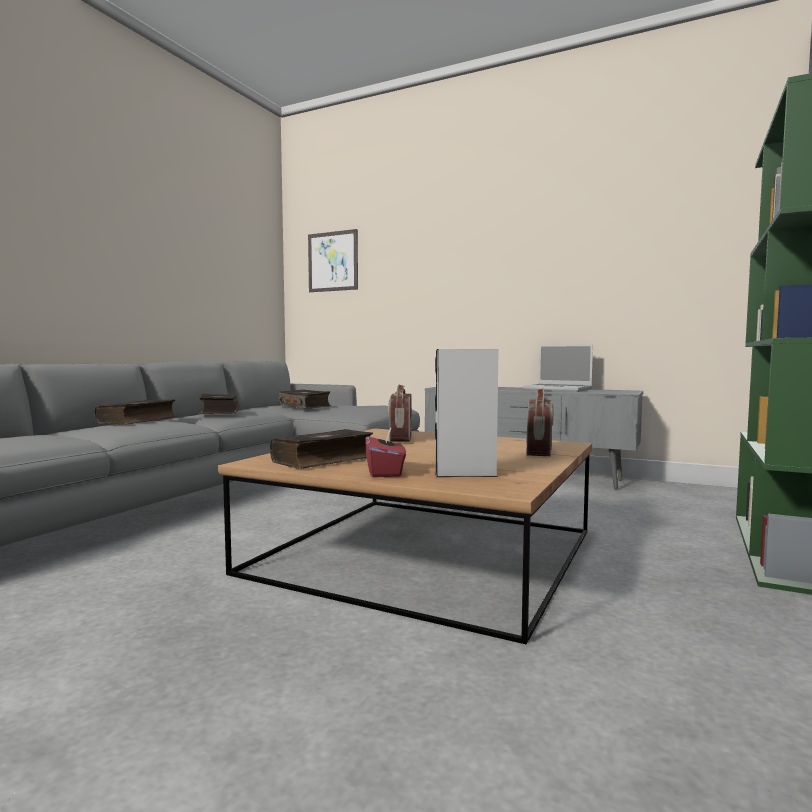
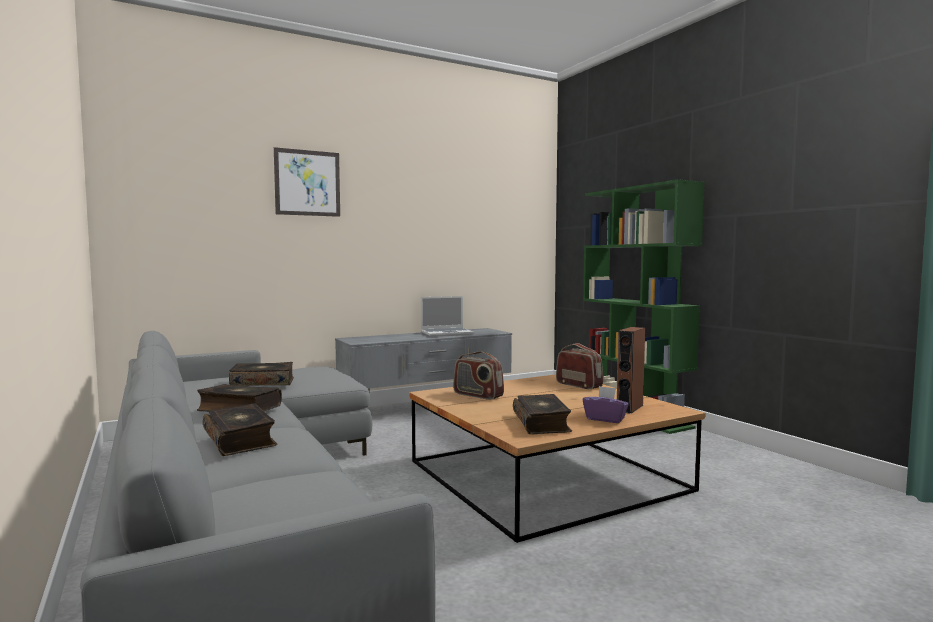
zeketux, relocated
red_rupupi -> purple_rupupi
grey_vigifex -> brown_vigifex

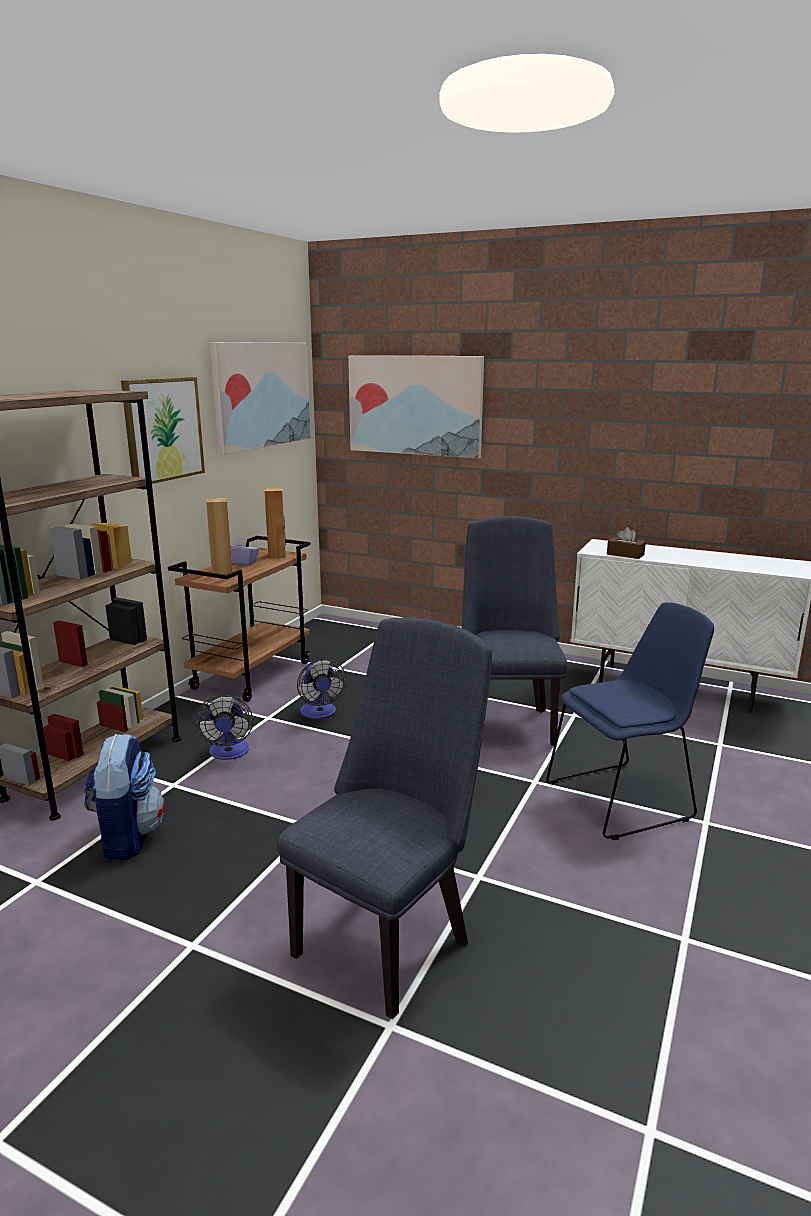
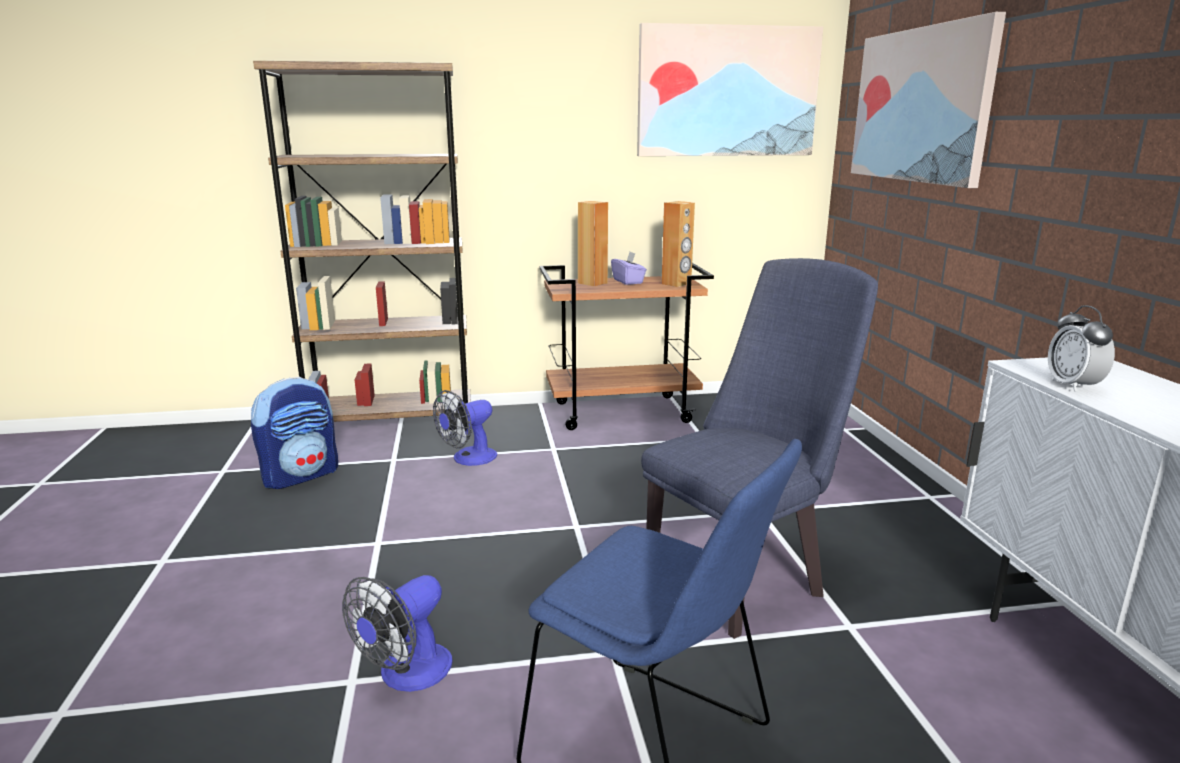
zeketux (no. 1 from left) -> none
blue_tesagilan (no. 1 from left) -> none
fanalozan (no. 2 from left in the first image) -> fanalozan (no. 1 from left), relocated
brown_rupupi -> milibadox

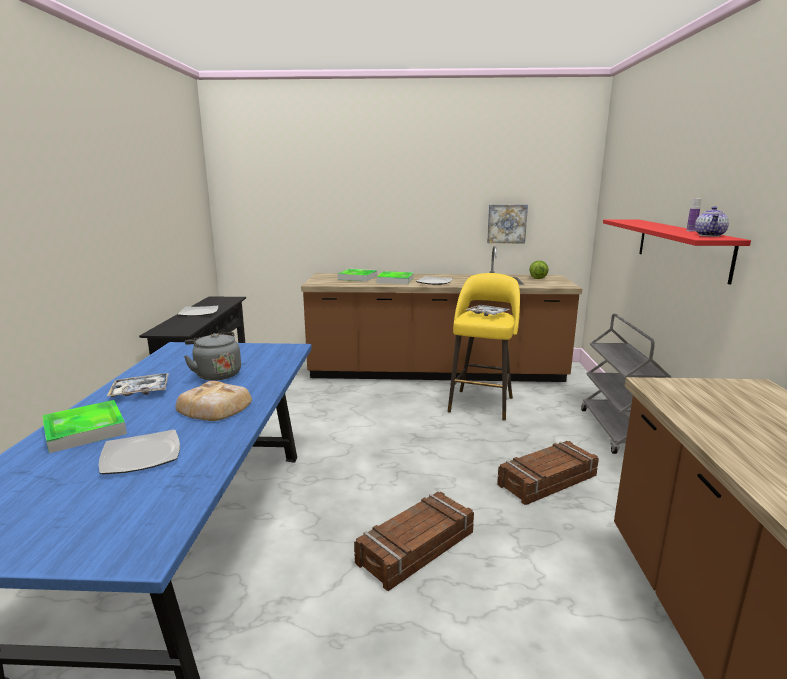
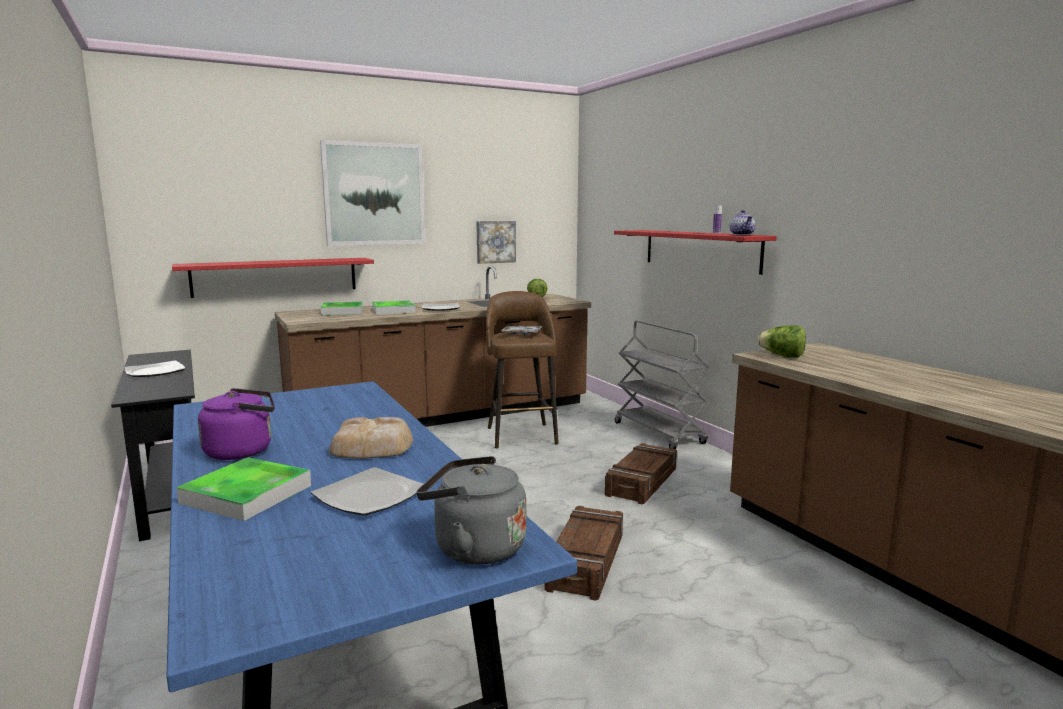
none -> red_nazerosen (no. 1 from left)
none -> zeketux (no. 1 from left)
none -> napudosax (no. 2 from left)
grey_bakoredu, relocated
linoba (no. 2 from left) -> purple_bakoredu
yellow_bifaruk -> brown_bifaruk

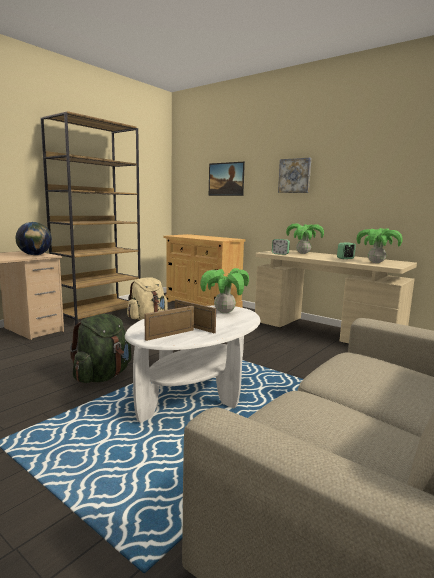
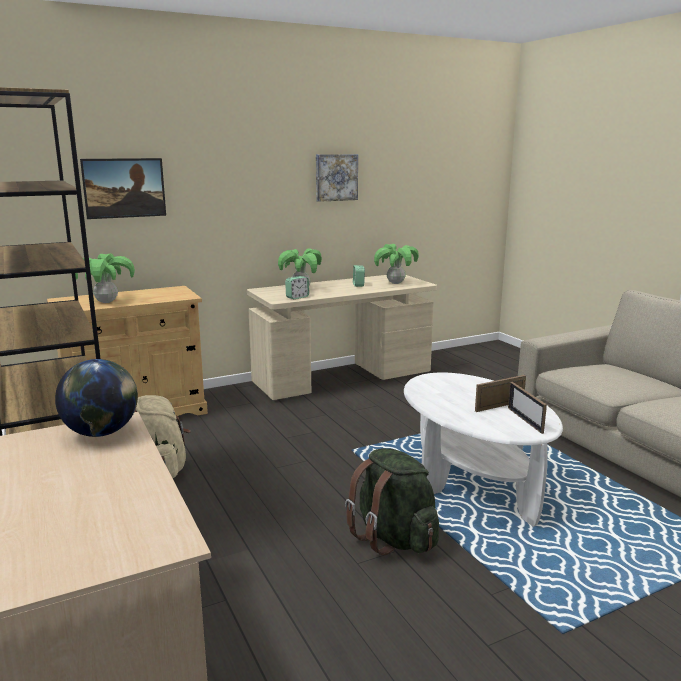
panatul (no. 1 from left), relocated
zeketux (no. 2 from left), relocated

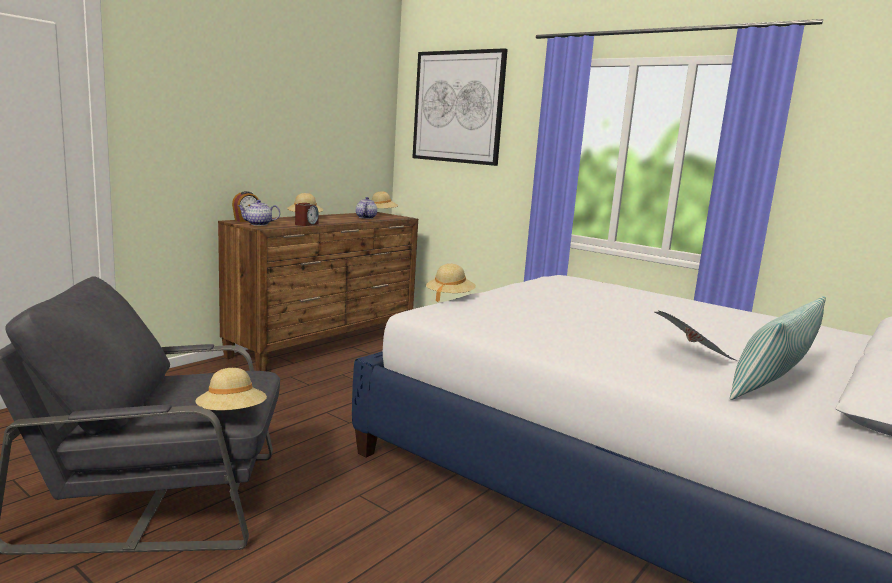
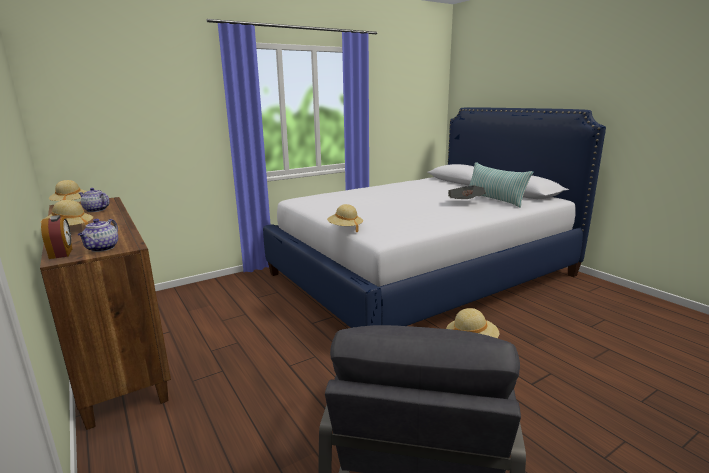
milibadox (no. 2 from left) -> none
zeketux -> none

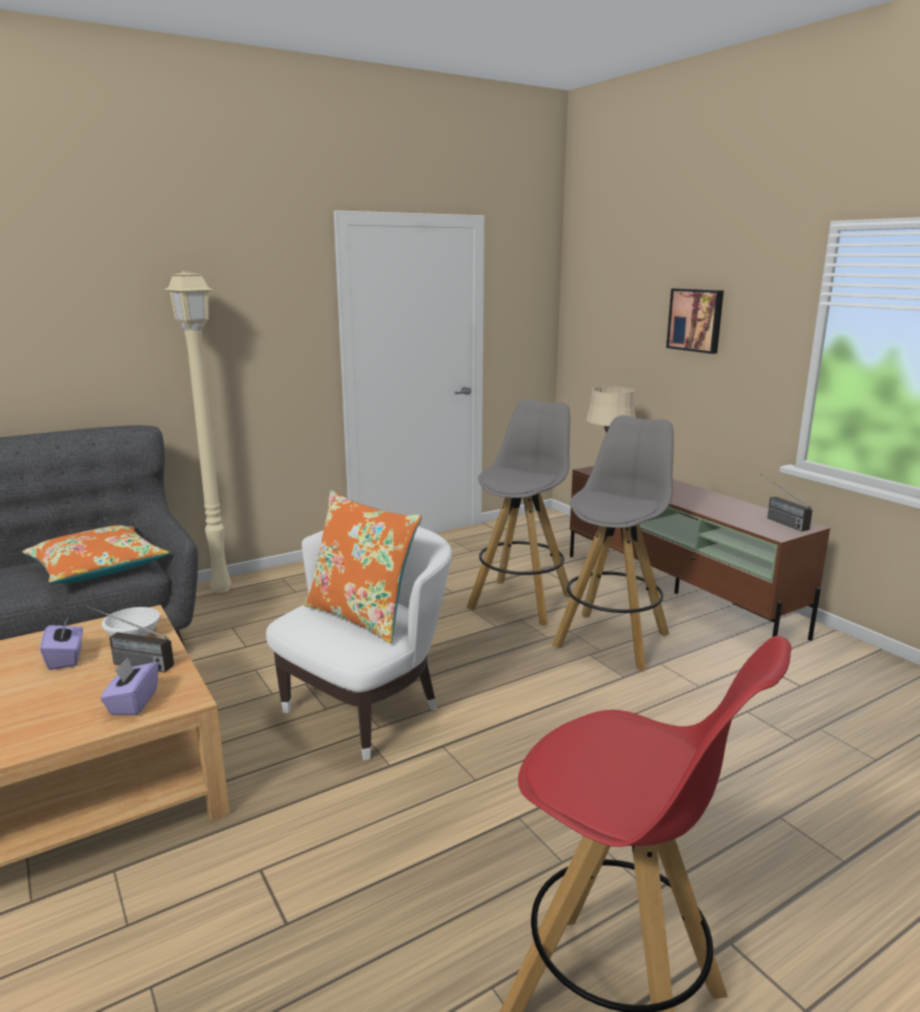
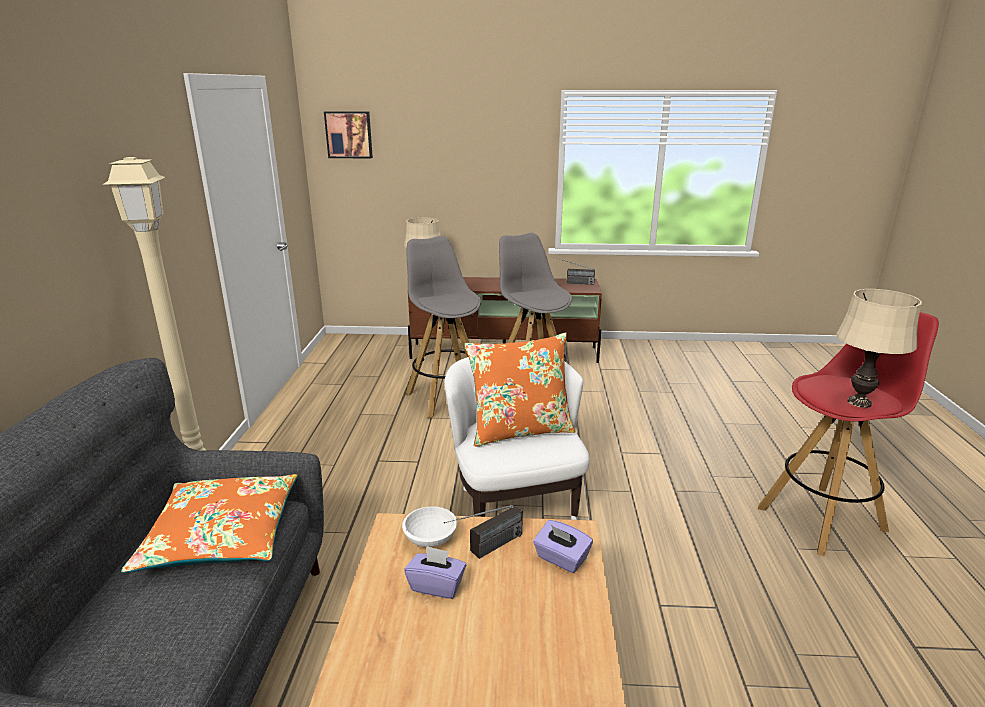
none -> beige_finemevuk (no. 2 from left)
zeketux, relocated

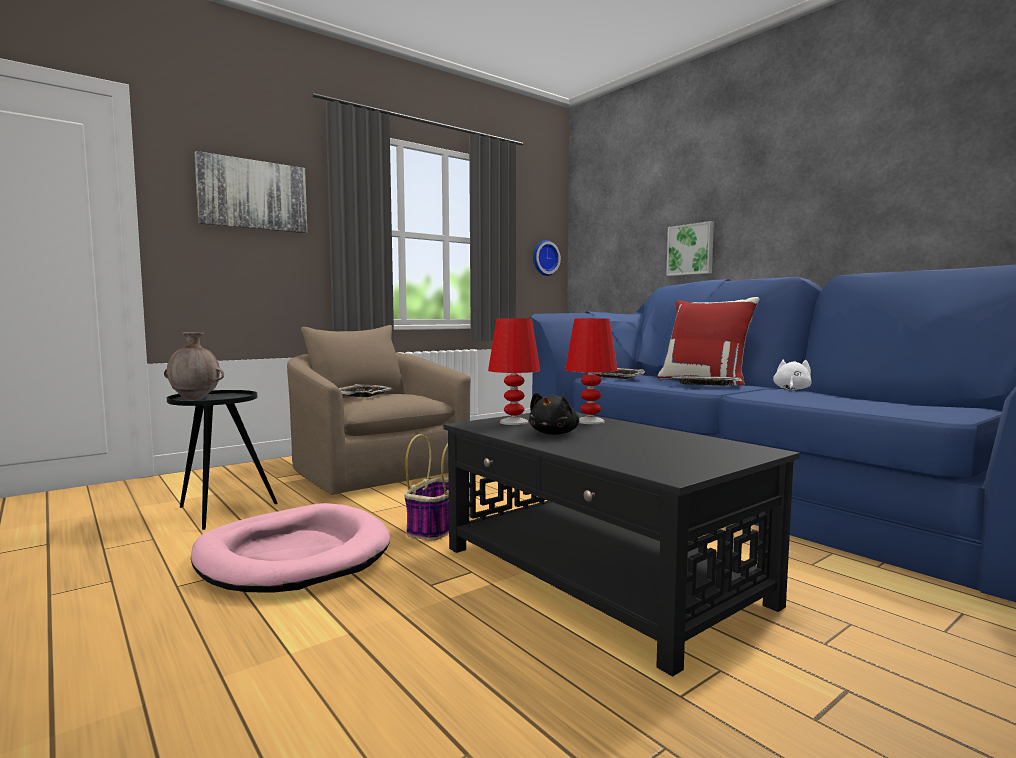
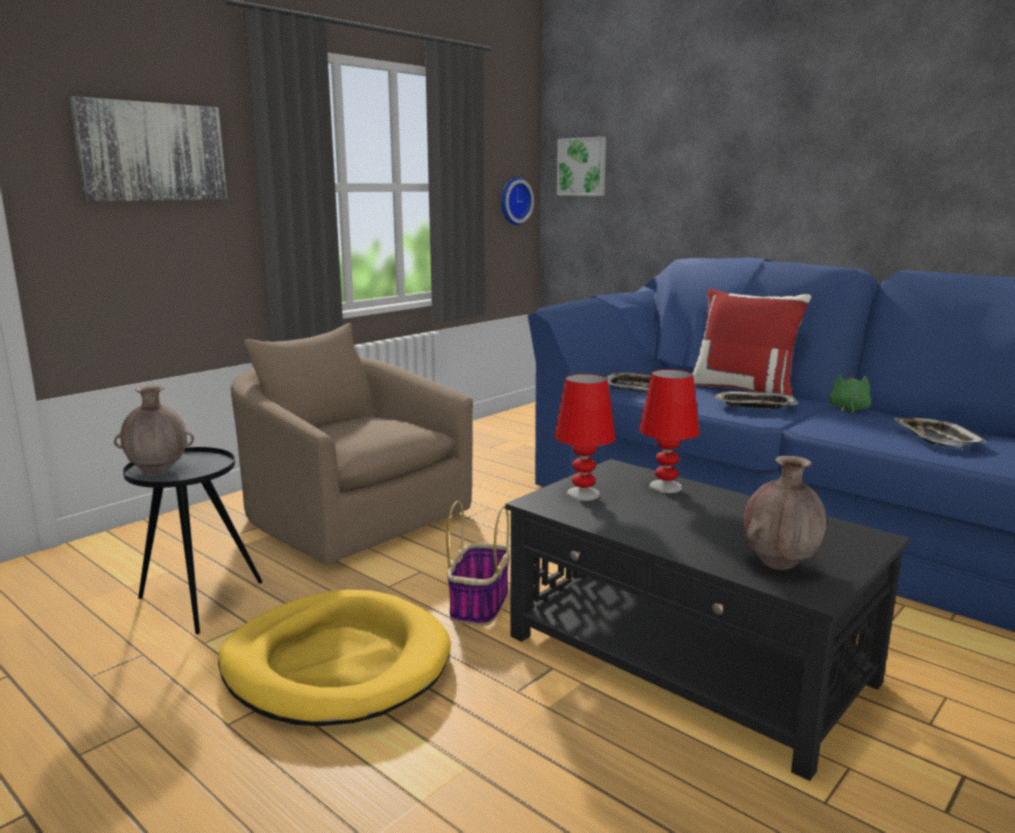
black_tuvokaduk -> none
none -> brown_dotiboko (no. 2 from left)
linoba (no. 1 from left in the first image) -> linoba (no. 3 from left), relocated
zeketux (no. 2 from left), relocated
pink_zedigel -> yellow_zedigel
white_tuvokaduk -> green_tuvokaduk

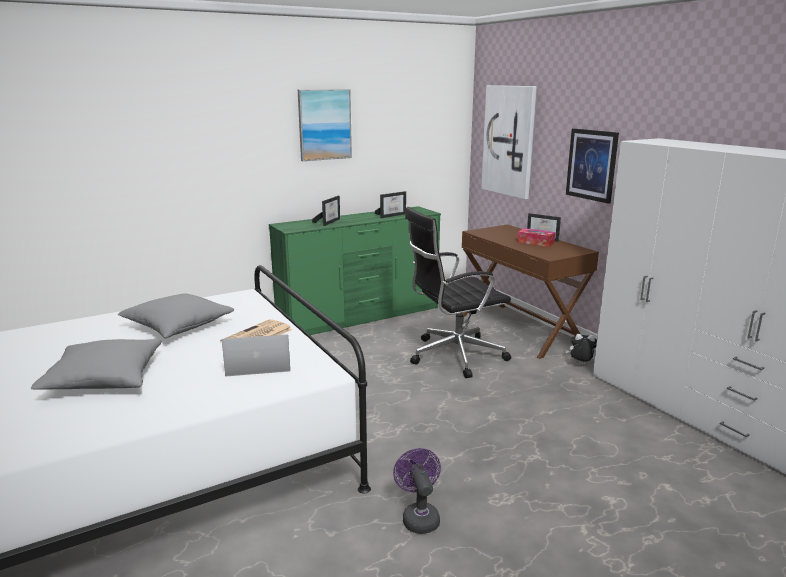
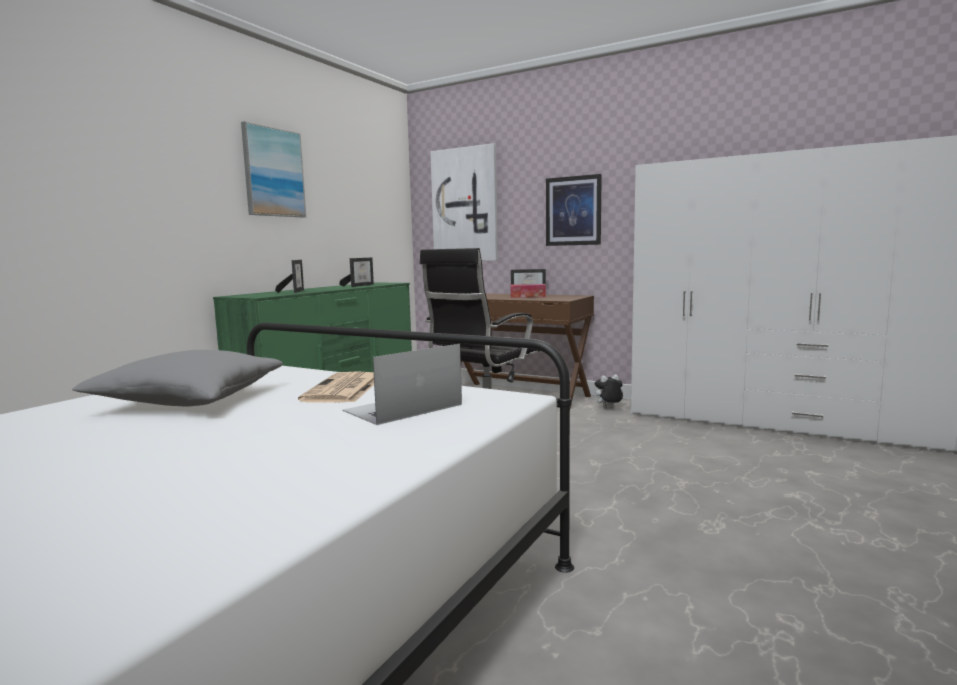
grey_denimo (no. 1 from left) -> none
purple_fanalozan -> none

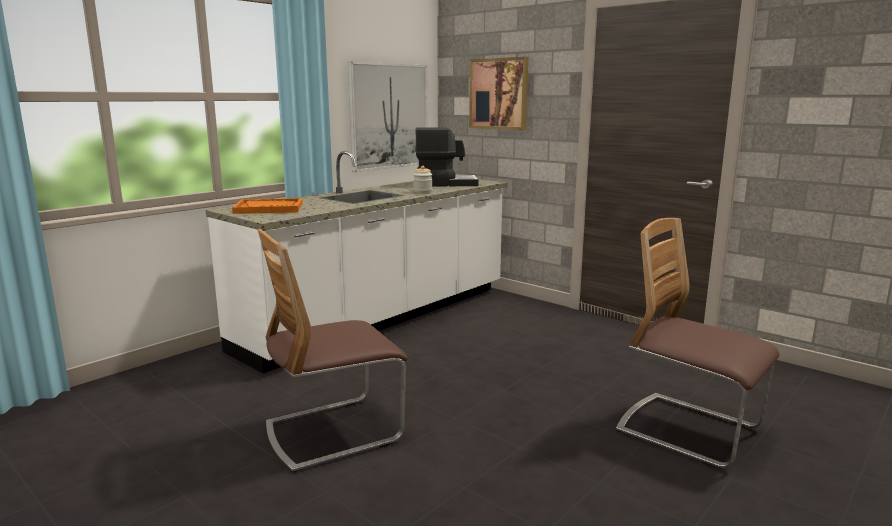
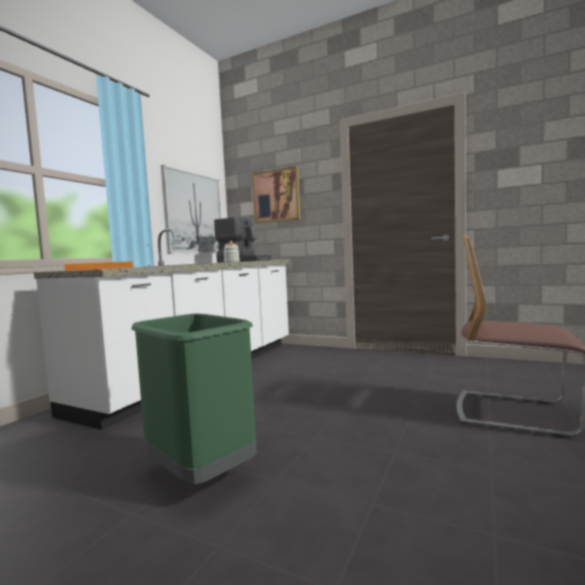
tesagilan (no. 1 from left) -> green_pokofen
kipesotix, 45 degrees clockwise

